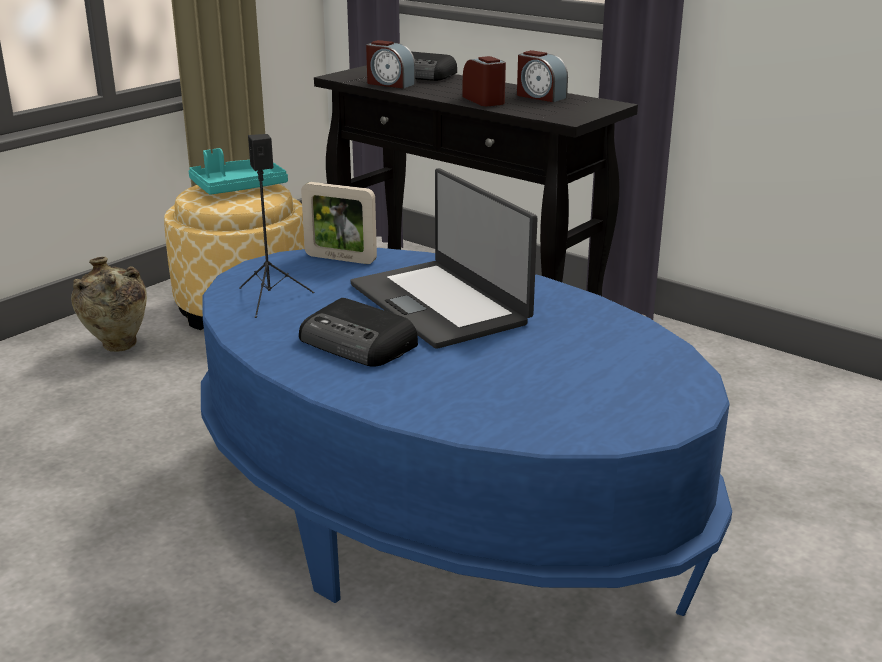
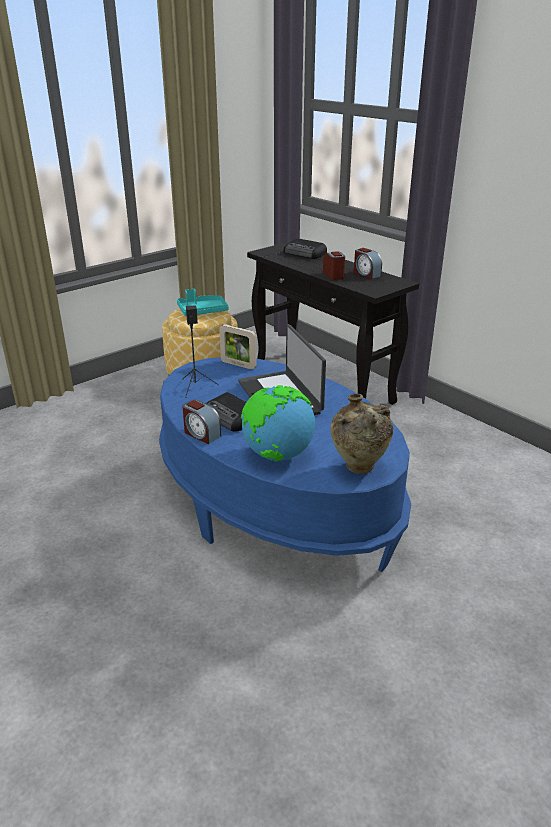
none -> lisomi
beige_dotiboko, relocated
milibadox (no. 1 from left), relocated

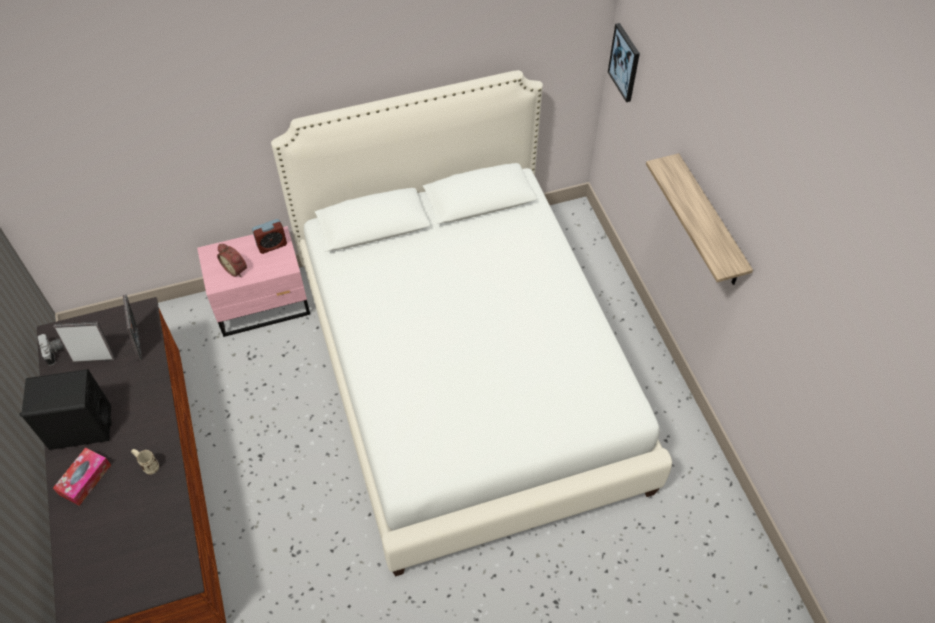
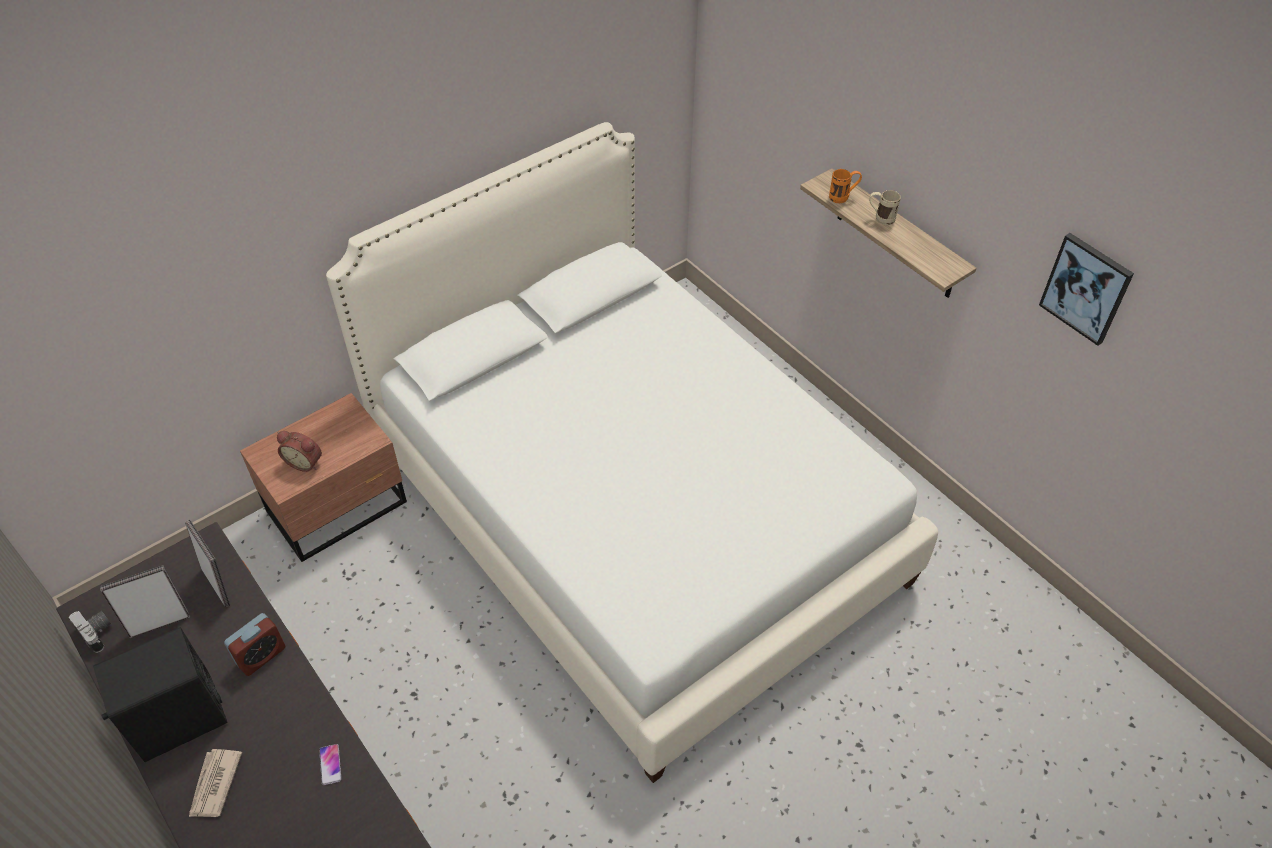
none -> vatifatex
none -> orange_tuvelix
beige_tuvelix, relocated
milibadox (no. 2 from left in the first image) -> milibadox (no. 1 from left), relocated
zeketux, relocated
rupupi -> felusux
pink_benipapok -> brown_benipapok

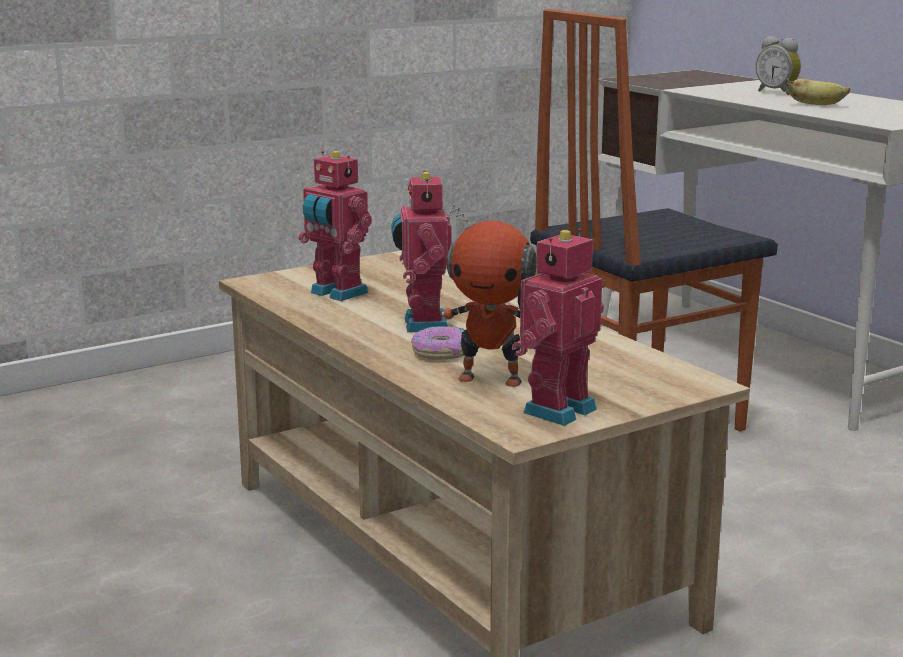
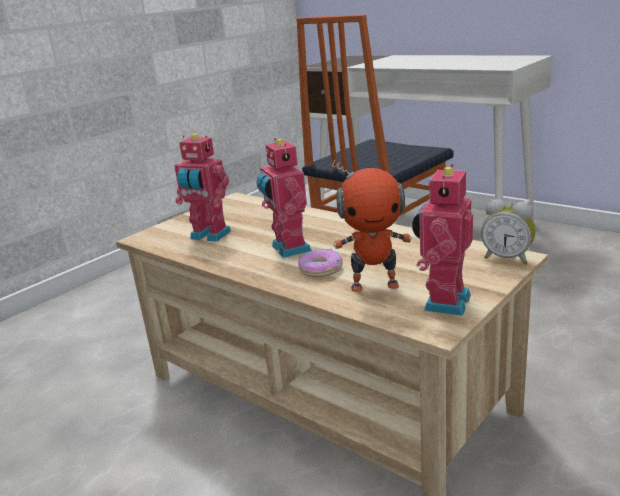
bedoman -> none
milibadox, relocated

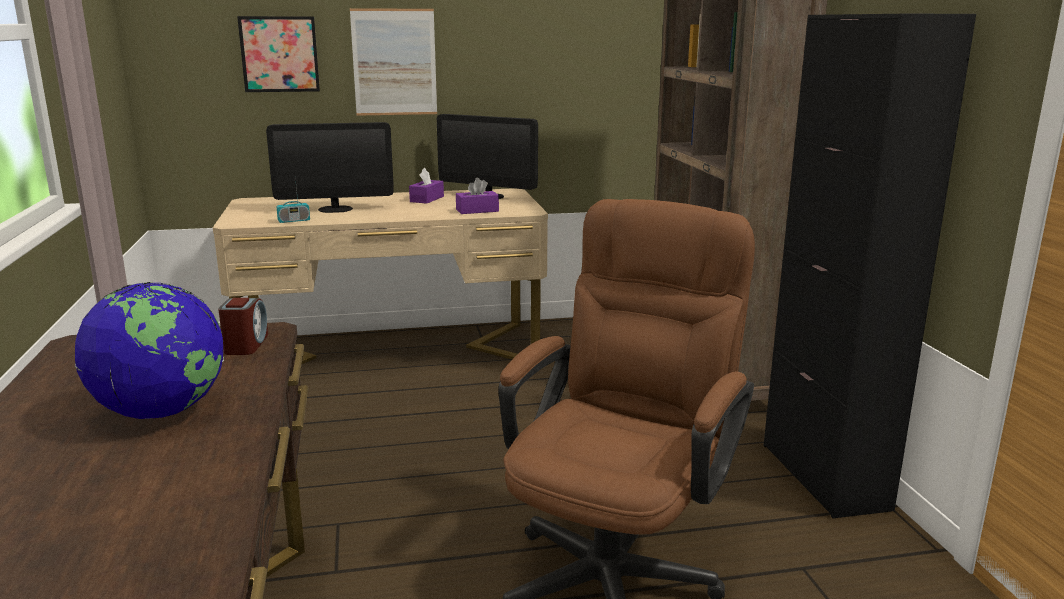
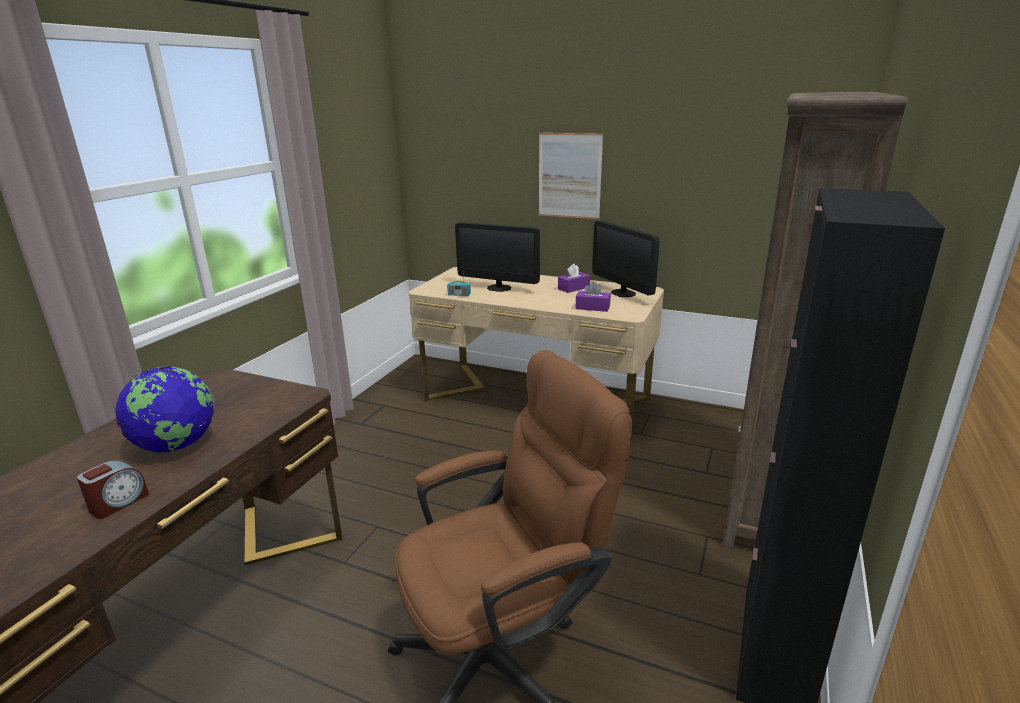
zeketux (no. 1 from left) -> none
milibadox, relocated

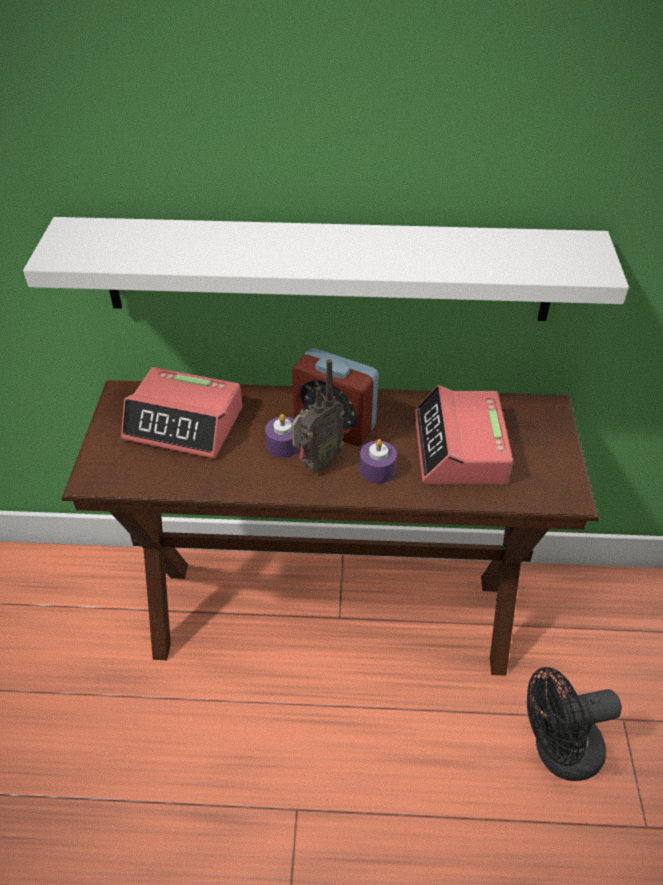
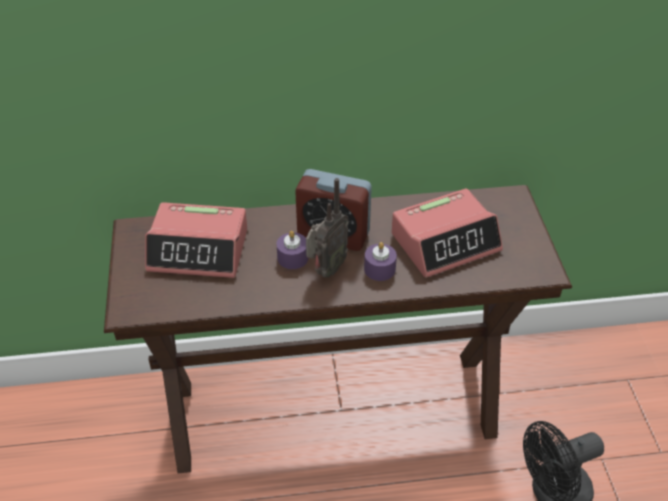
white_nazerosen -> none
milibadox (no. 3 from left), 105 degrees counterclockwise

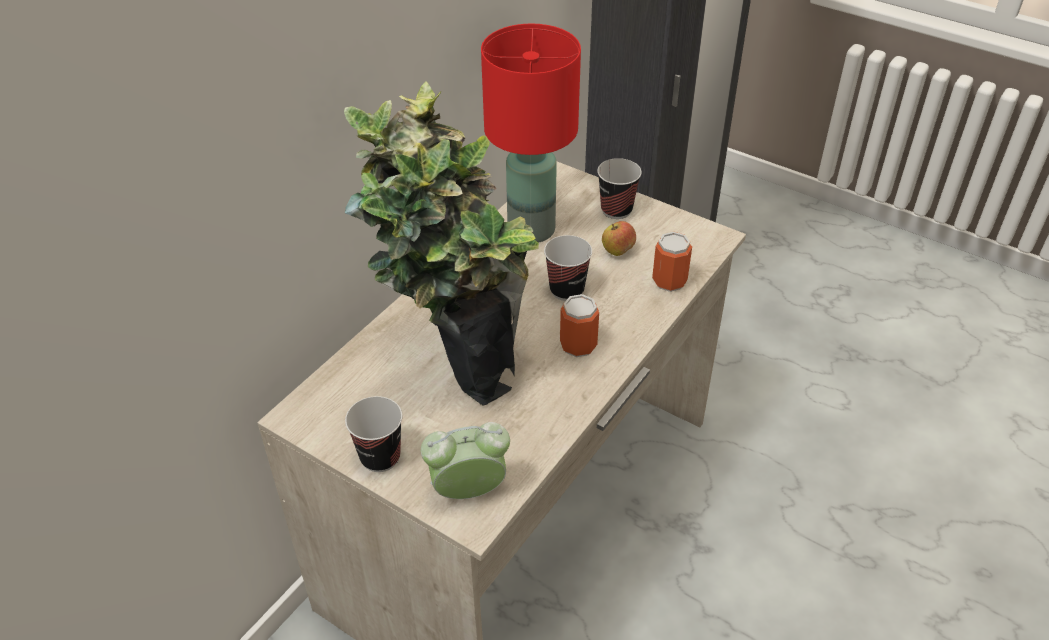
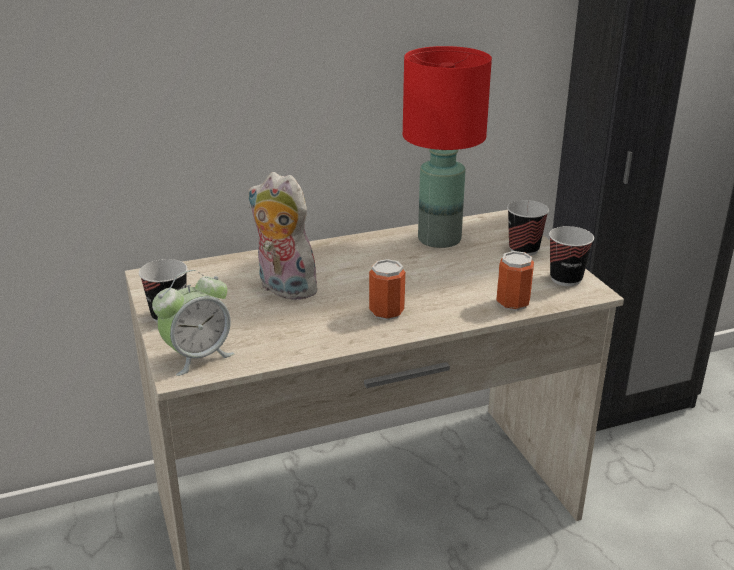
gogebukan -> none
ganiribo (no. 2 from left in the first image) -> ganiribo (no. 3 from left), relocated
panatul -> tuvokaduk
milibadox, 120 degrees clockwise

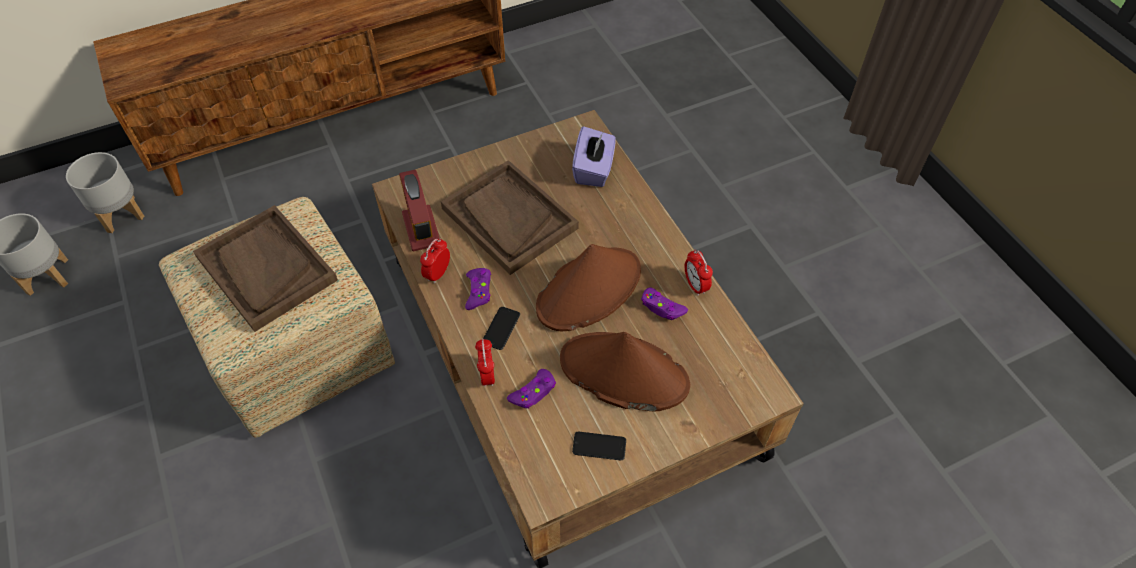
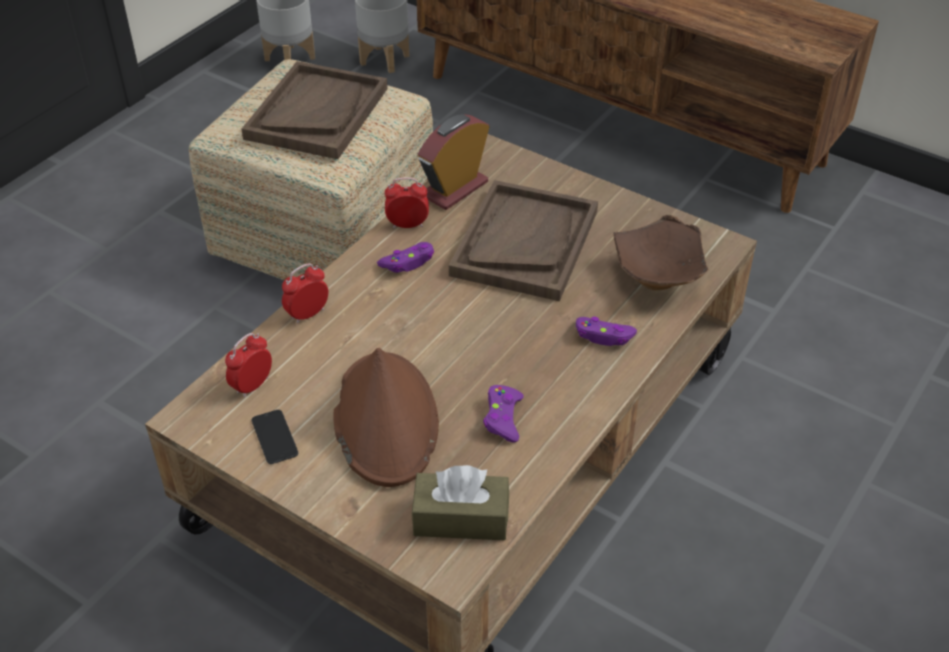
vatifatex (no. 1 from left) -> none
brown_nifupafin (no. 1 from left) -> none
none -> brown_rupupi
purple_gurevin (no. 2 from left in the first image) -> purple_gurevin (no. 3 from left), relocated
milibadox (no. 4 from left in the first image) -> milibadox (no. 1 from left), relocated
purple_rupupi -> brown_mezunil

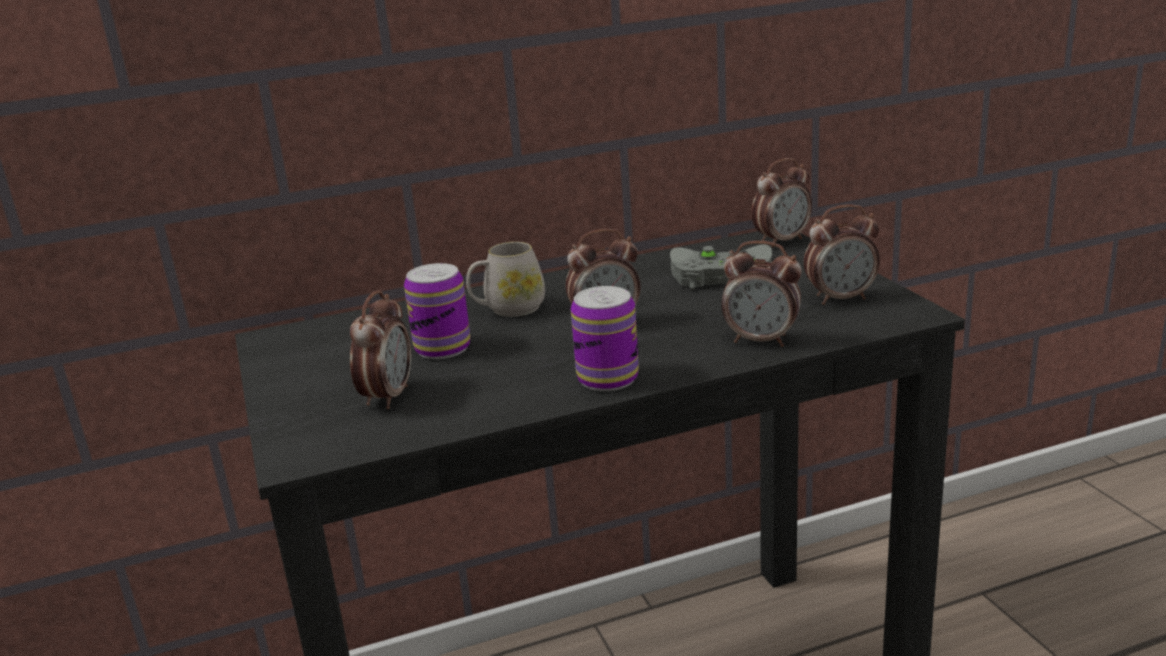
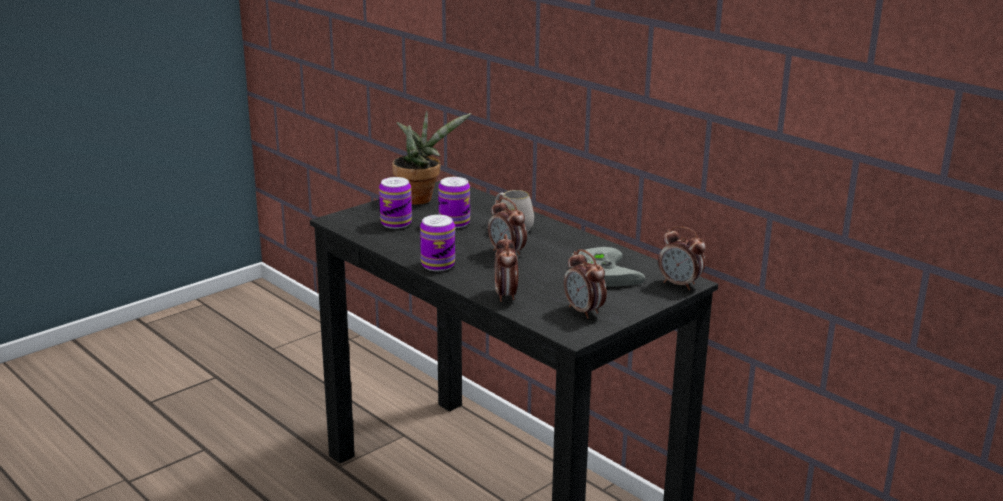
none -> panatul
milibadox (no. 1 from left) -> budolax (no. 1 from left)

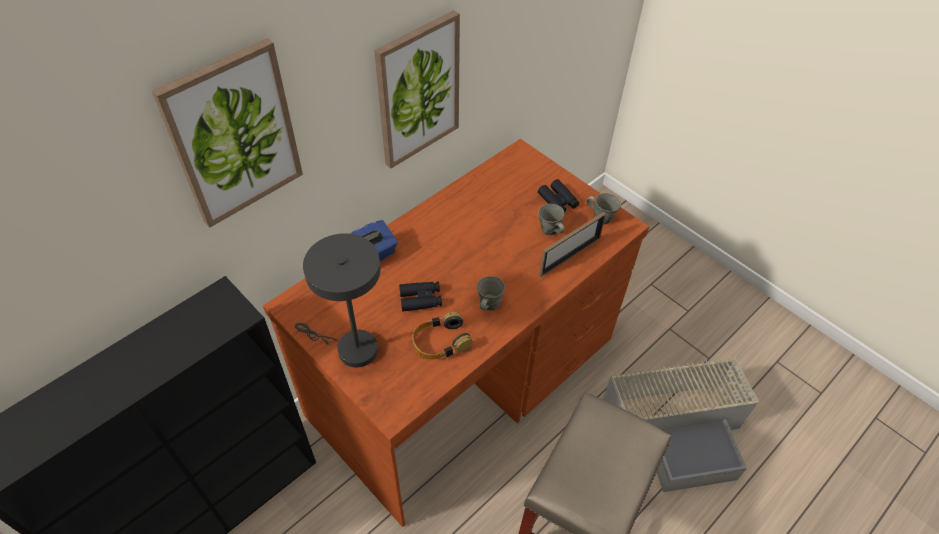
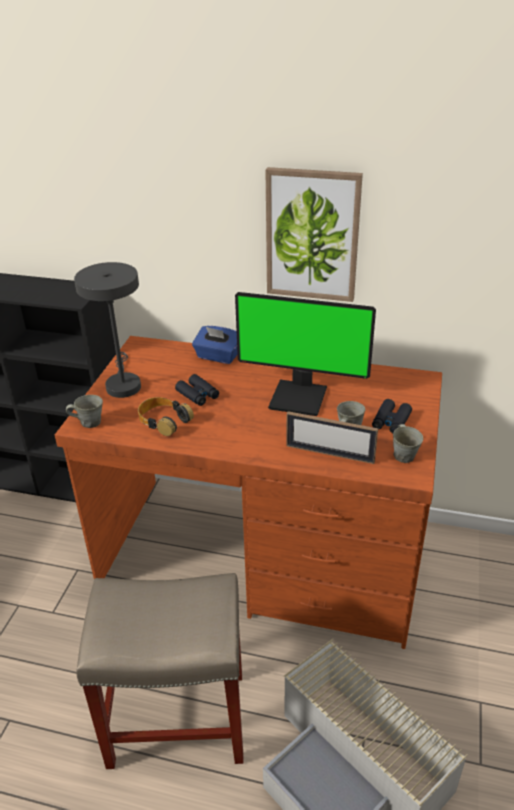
zeketux (no. 1 from left) -> none
none -> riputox
grey_tuvelix (no. 1 from left), relocated

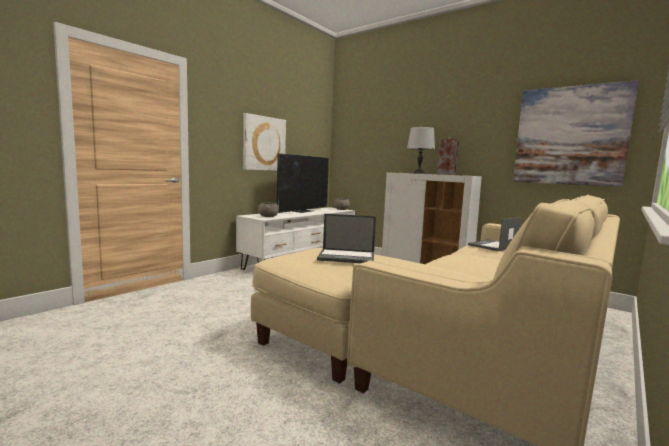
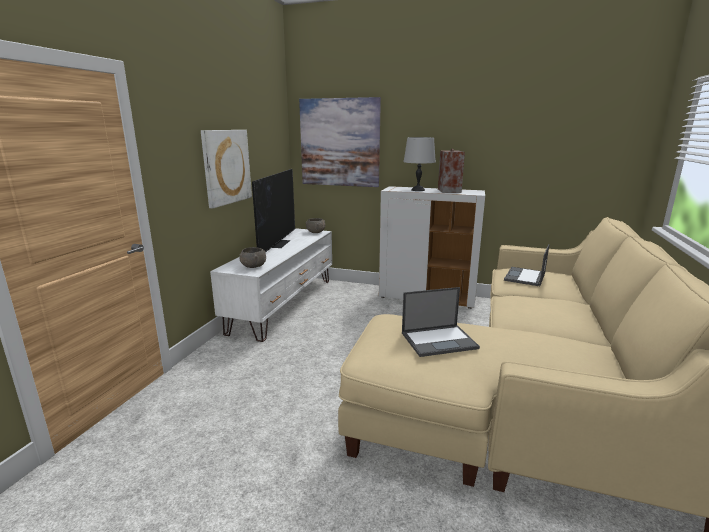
zeketux (no. 2 from left), relocated

